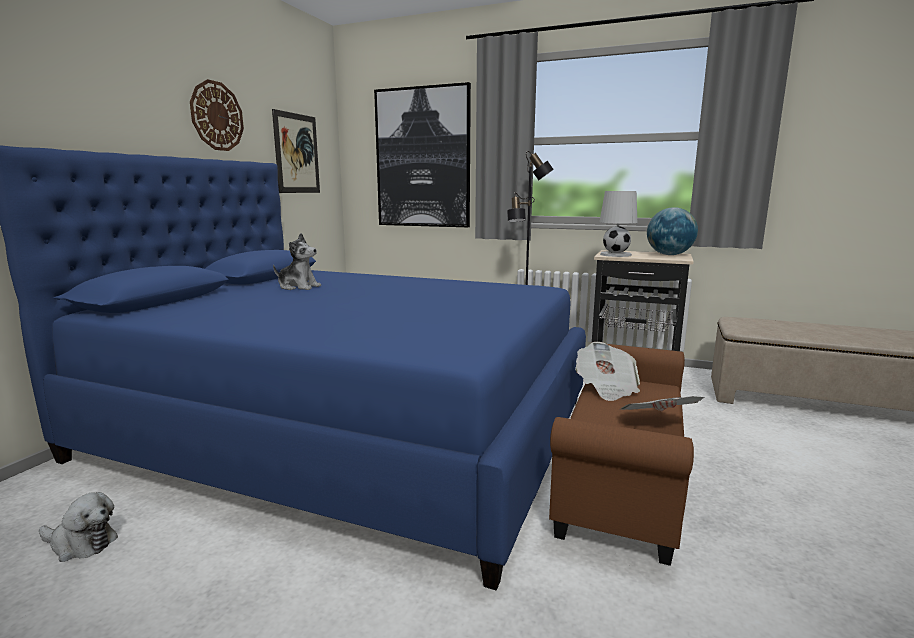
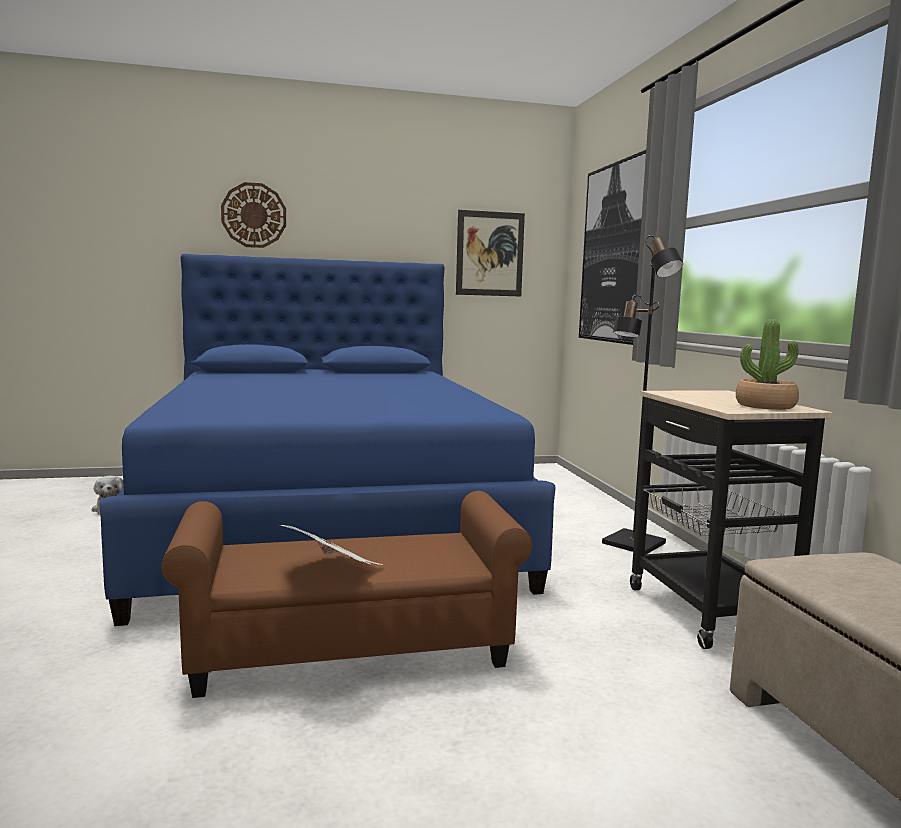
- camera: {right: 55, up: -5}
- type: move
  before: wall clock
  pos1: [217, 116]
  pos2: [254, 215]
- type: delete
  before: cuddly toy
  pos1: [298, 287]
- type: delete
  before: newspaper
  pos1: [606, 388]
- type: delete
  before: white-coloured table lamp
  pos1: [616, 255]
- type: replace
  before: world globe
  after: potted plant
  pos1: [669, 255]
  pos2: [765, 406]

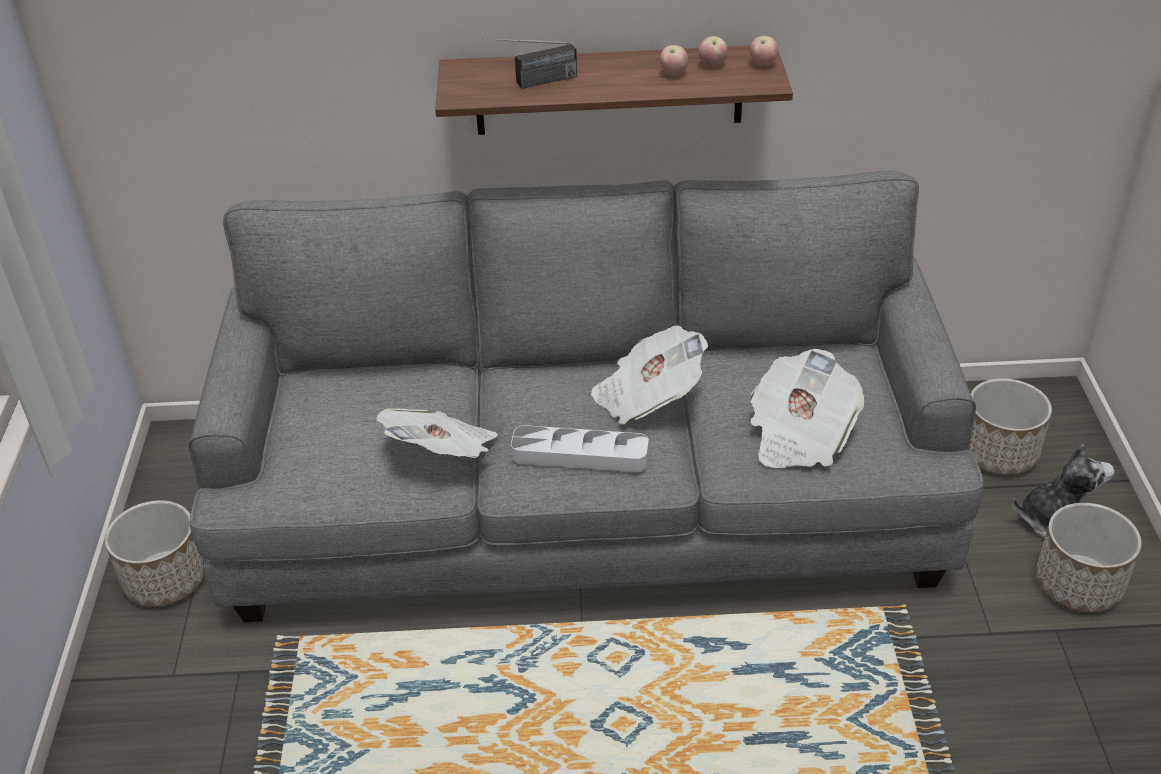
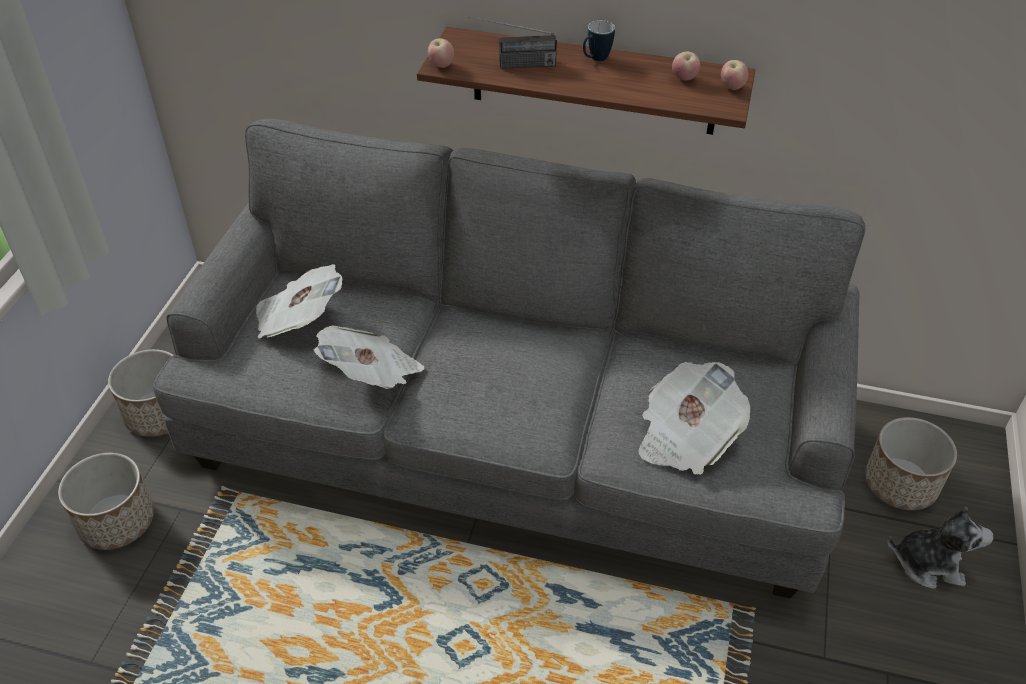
- camera: {right: 15, up: 5}
- type: delete
  before: greyish serving tray
  pos1: [580, 455]
- type: move
  before: newspaper
  pos1: [648, 397]
  pos2: [299, 319]
- type: move
  before: apple
  pos1: [673, 74]
  pos2: [441, 65]
- type: move
  before: planter
  pos1: [1079, 584]
  pos2: [117, 522]
- type: insert
  after: tea mug
  pos2: [595, 59]

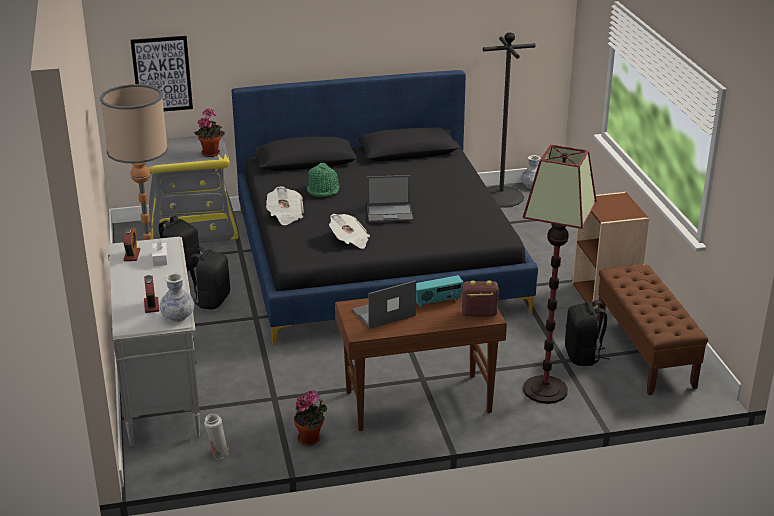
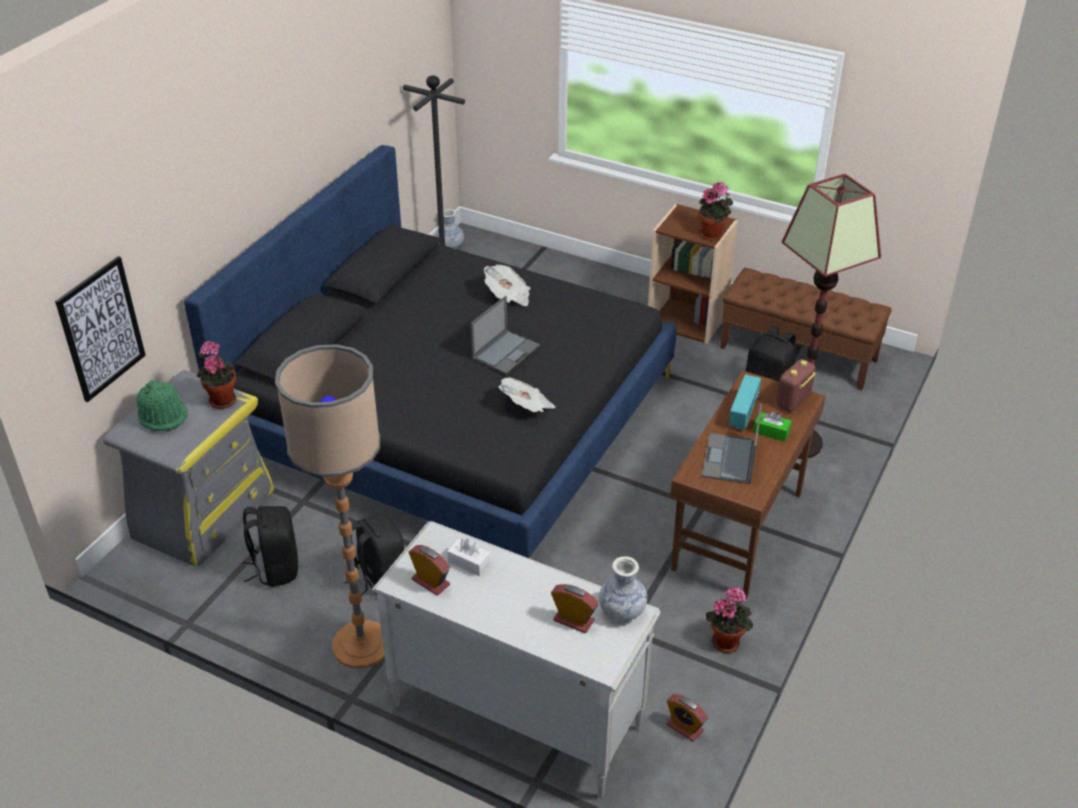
- camera: {right: -50, up: 10}
- type: replace
  before: white-coloured flower vase
  after: bedside clock
  pos1: [218, 453]
  pos2: [684, 727]
- type: move
  before: newspaper
  pos1: [285, 215]
  pos2: [508, 296]
- type: move
  before: green wearable hat
  pos1: [323, 190]
  pos2: [163, 416]
- type: insert
  after: potted plant
  pos2: [713, 234]
- type: insert
  after: green box of tissues
  pos2: [771, 432]

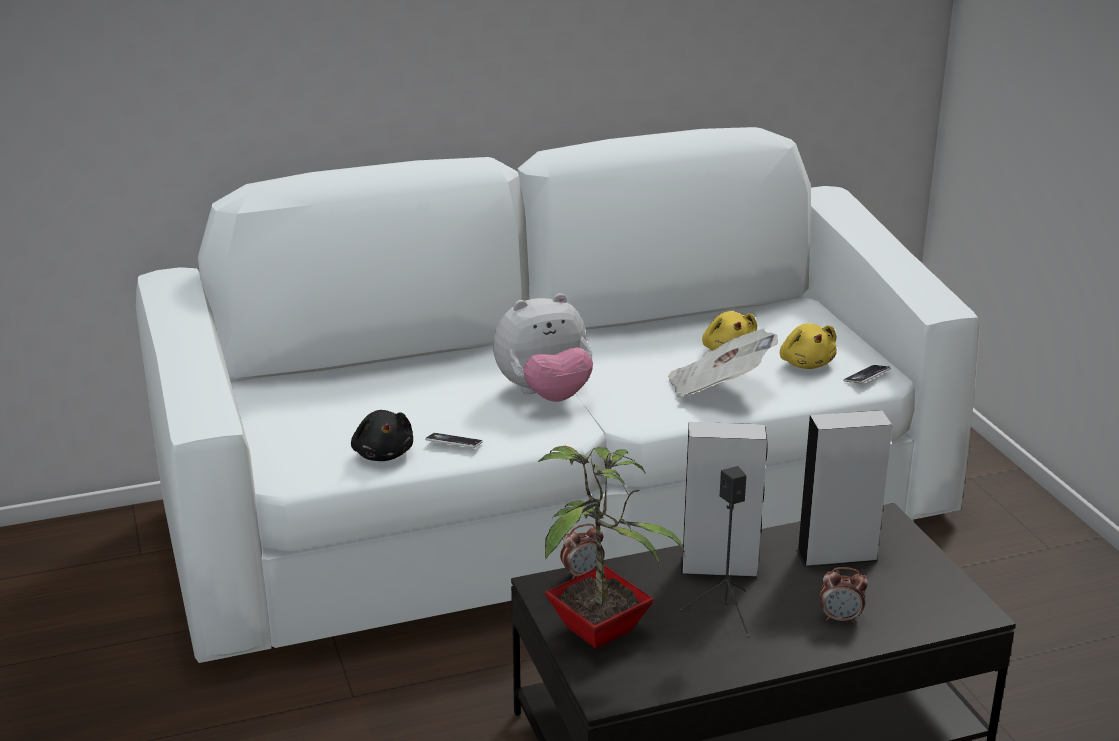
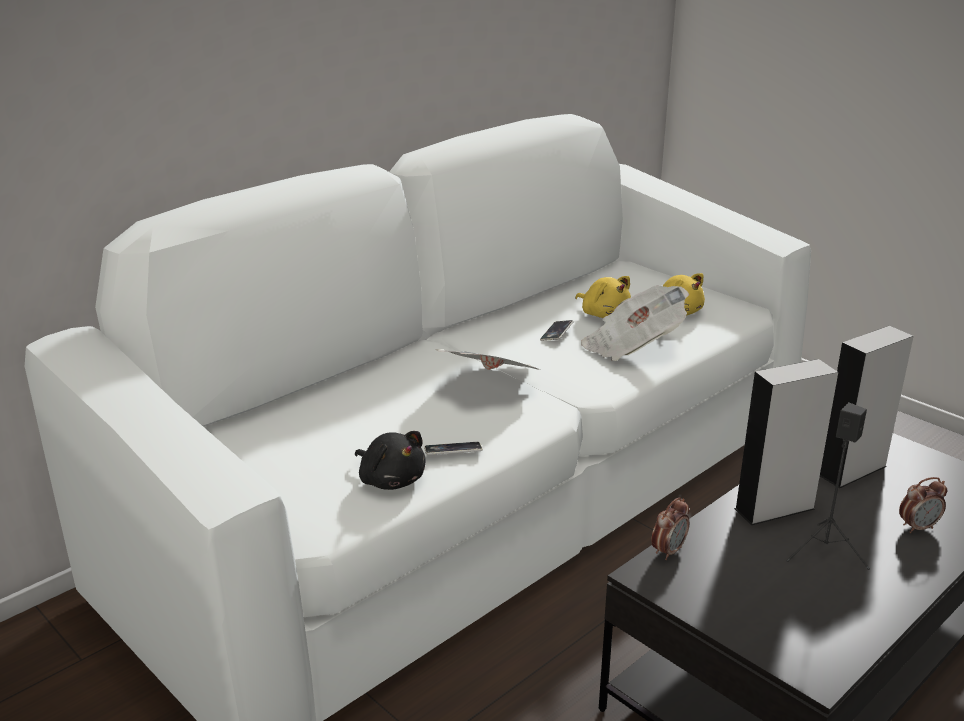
- camera: {right: -25, up: 0}
- type: replace
  before: cuddly toy
  after: newspaper
  pos1: [545, 395]
  pos2: [492, 385]
- type: delete
  before: potted plant
  pos1: [602, 628]
- type: move
  before: handset
  pos1: [866, 377]
  pos2: [556, 333]

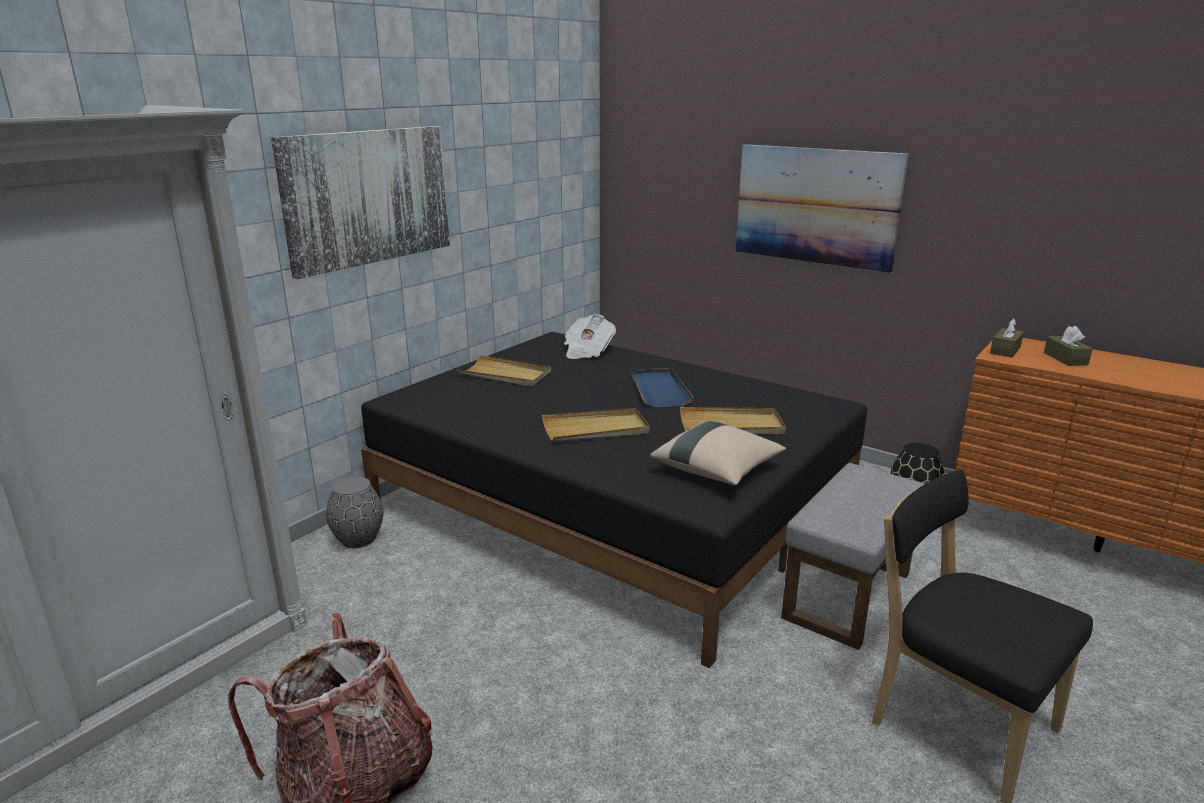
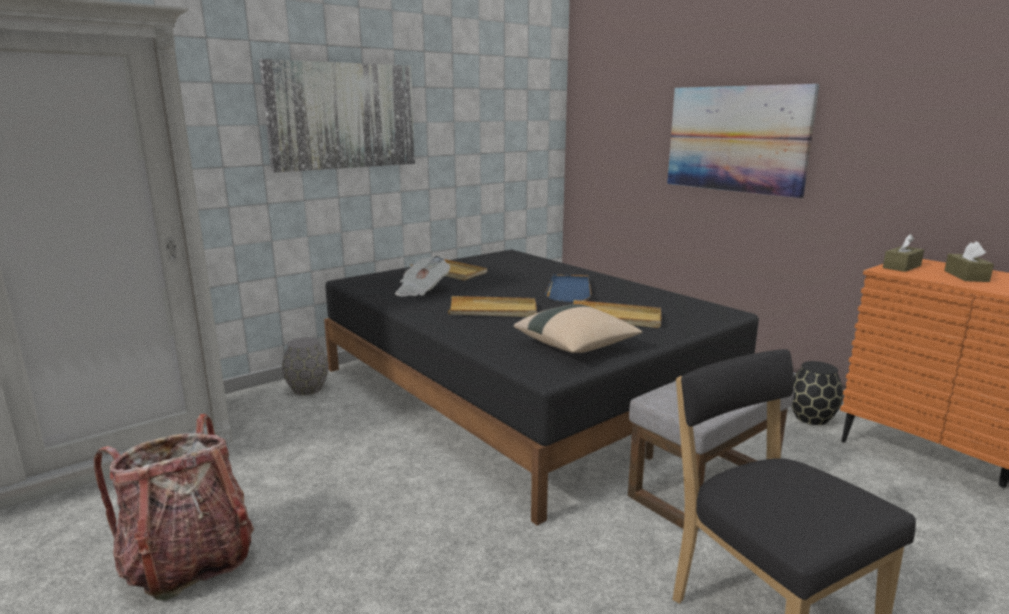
- camera: {right: 15, up: -5}
- type: move
  before: newspaper
  pos1: [587, 351]
  pos2: [422, 291]

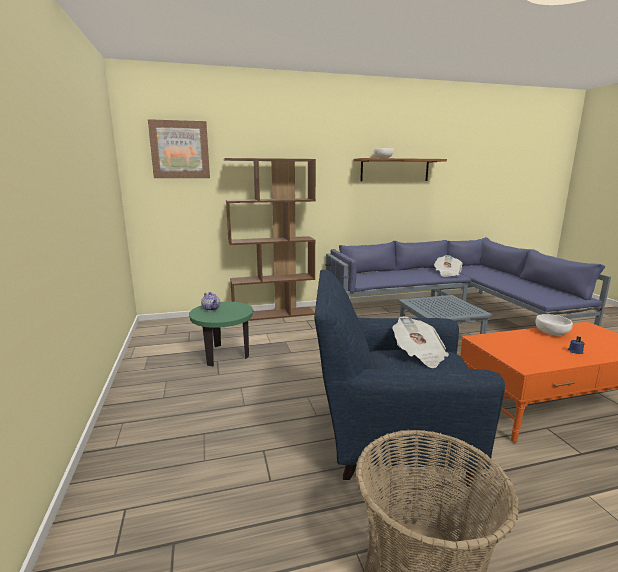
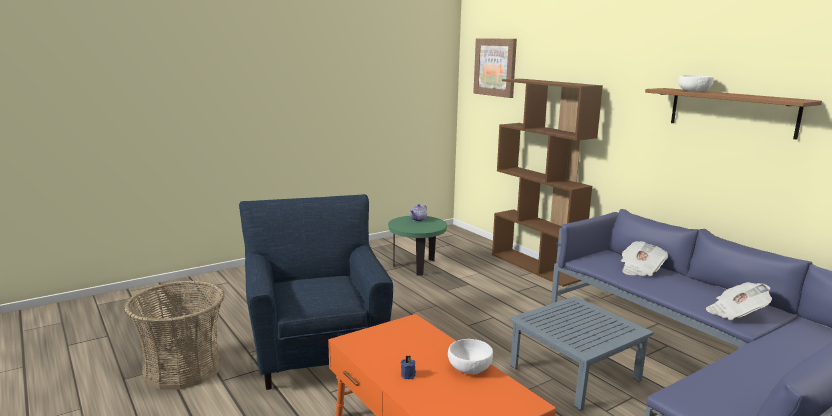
- camera: {right: 70, up: 0}
- type: move
  before: newspaper
  pos1: [419, 355]
  pos2: [640, 270]

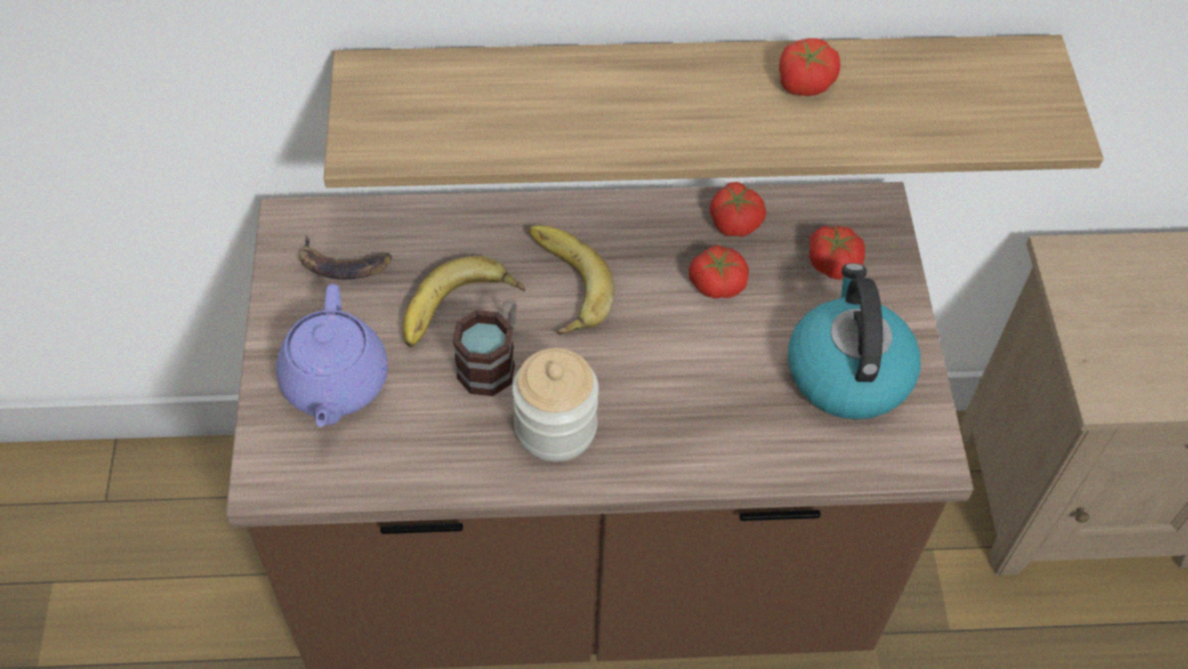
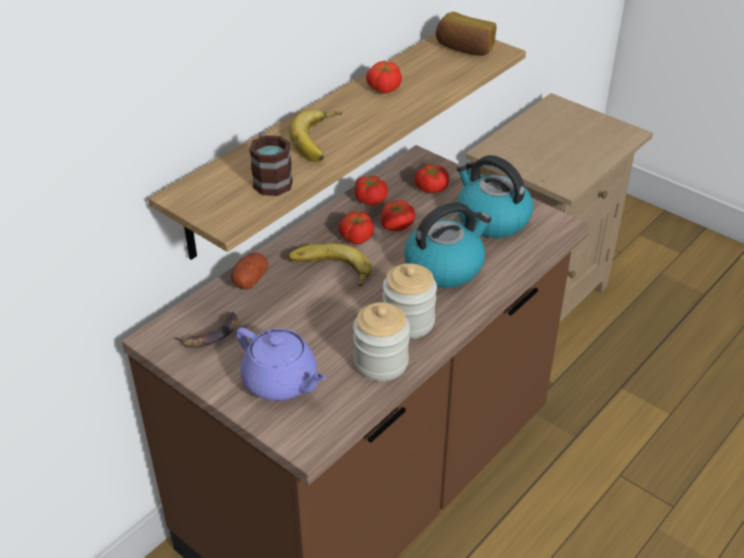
- camera: {right: -45, up: -15}
- type: move
  before: whole banana
  pos1: [460, 312]
  pos2: [321, 140]
- type: move
  before: tea mug
  pos1: [493, 361]
  pos2: [270, 179]
- type: insert
  after: whole potato
  pos2: [250, 279]
- type: insert
  after: whole tomato
  pos2: [356, 237]
- type: insert
  after: preserve jar
  pos2: [381, 362]
- type: insert
  after: water kettle
  pos2: [445, 266]
- type: insert
  after: bakery bread
  pos2: [464, 48]

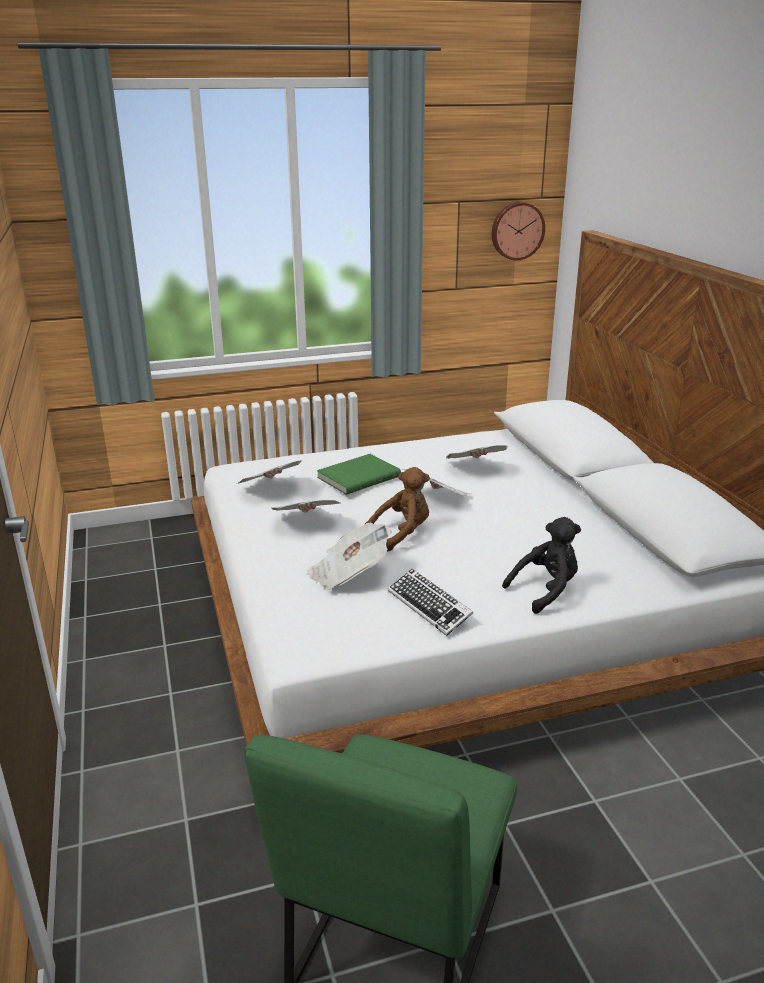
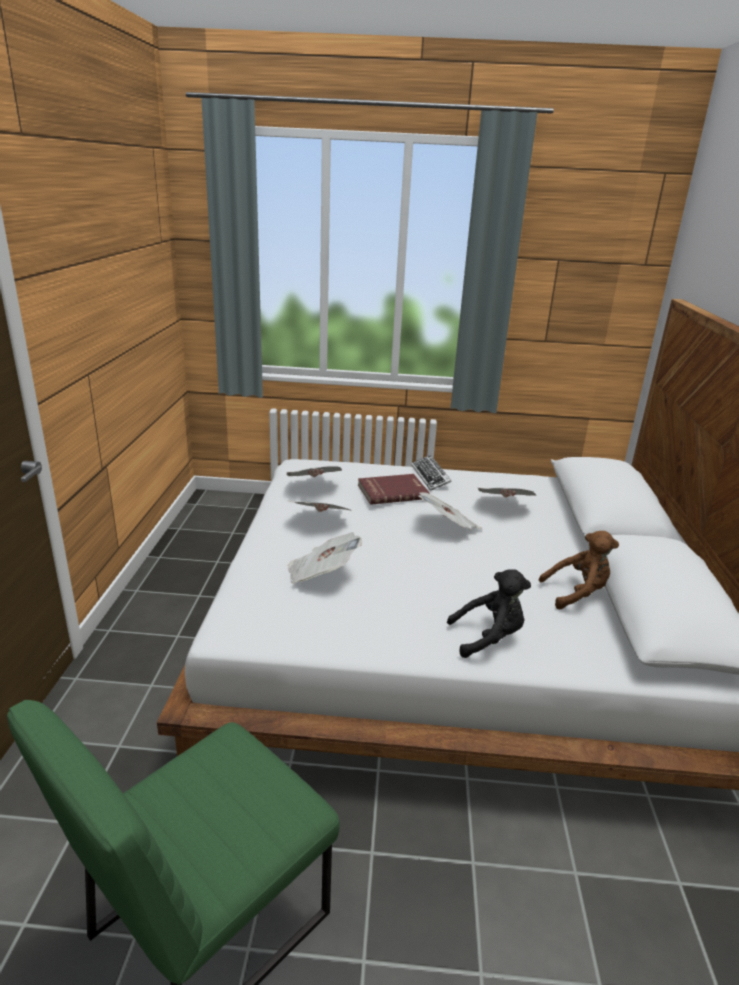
- camera: {right: 20, up: 0}
- type: recolor
  before: green bound book
  after: reddish bound book
  pos1: [358, 476]
  pos2: [392, 491]
- type: move
  before: brown-coloured cuddly toy
  pos1: [402, 533]
  pos2: [577, 593]
- type: move
  before: computer keyboard
  pos1: [429, 606]
  pos2: [430, 476]
- type: delete
  before: wall clock
  pos1: [517, 230]

